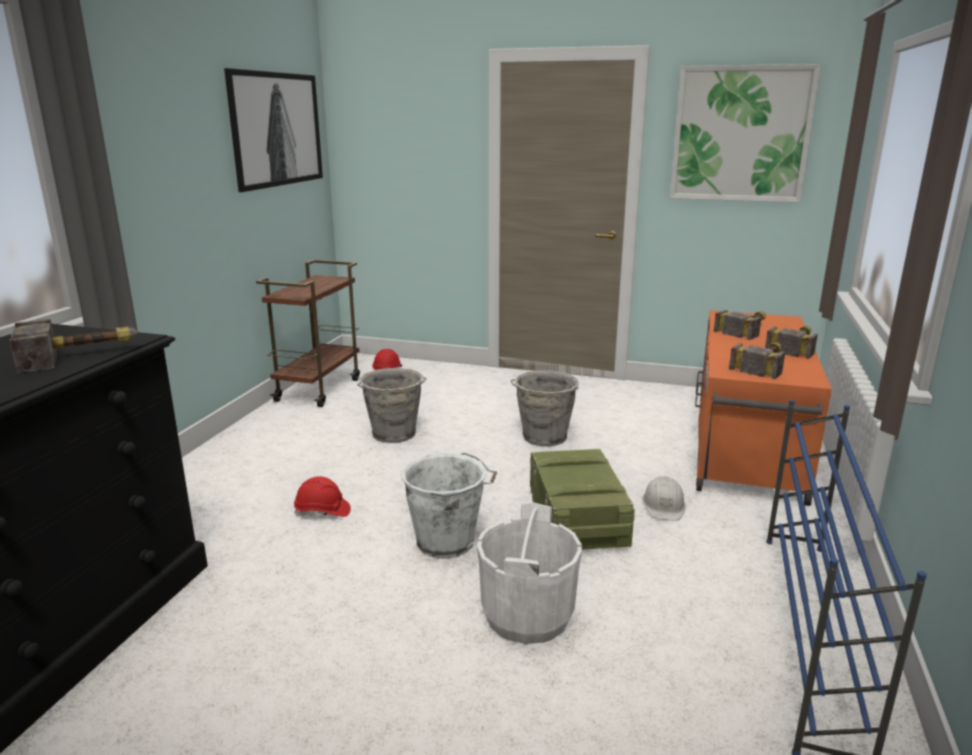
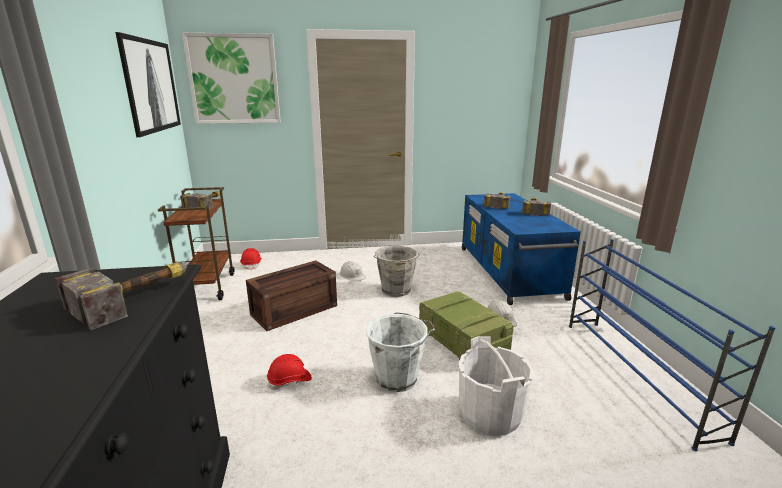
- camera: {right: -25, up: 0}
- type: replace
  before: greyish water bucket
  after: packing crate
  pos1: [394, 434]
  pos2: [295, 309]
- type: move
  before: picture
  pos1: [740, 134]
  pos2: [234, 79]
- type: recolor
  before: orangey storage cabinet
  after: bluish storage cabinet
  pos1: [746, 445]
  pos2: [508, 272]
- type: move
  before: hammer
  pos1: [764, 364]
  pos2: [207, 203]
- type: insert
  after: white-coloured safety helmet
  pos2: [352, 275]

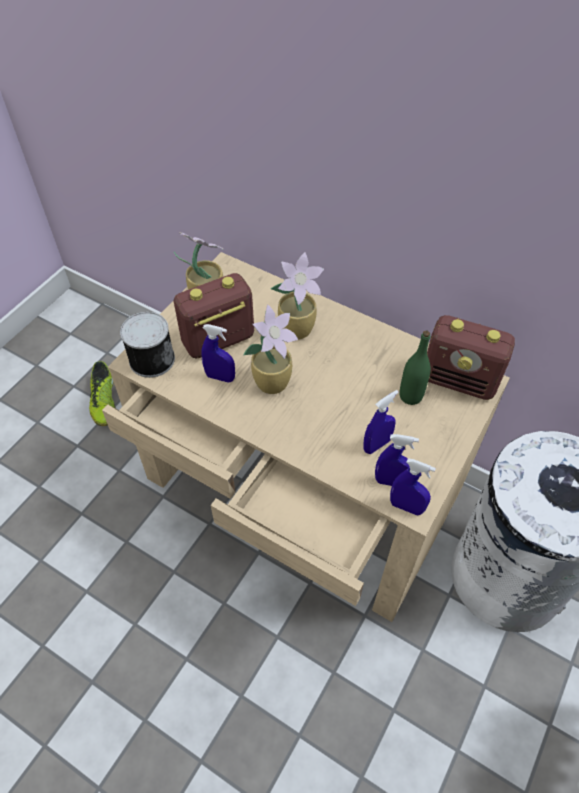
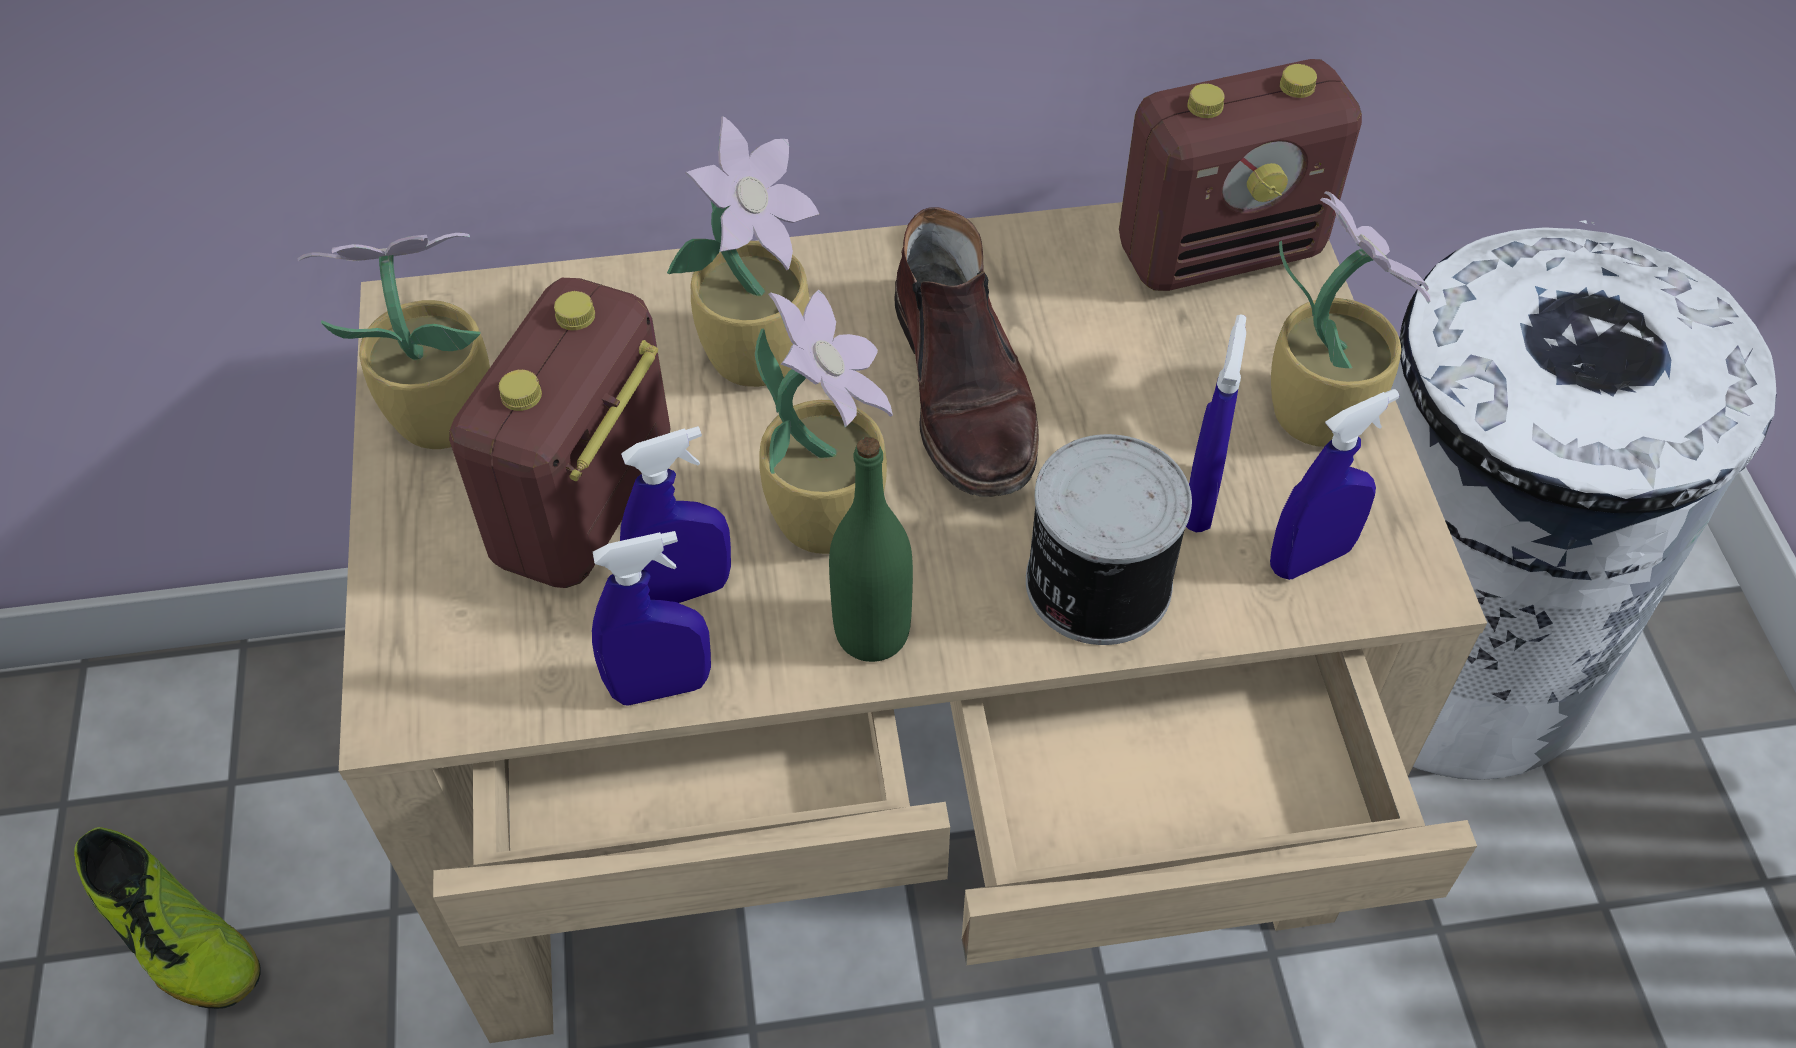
- camera: {right: -40, up: 0}
- type: move
  before: can
  pos1: [151, 359]
  pos2: [1094, 583]
- type: move
  before: bluish spray bottle
  pos1: [406, 507]
  pos2: [661, 687]
- type: move
  before: green bottle
  pos1: [410, 396]
  pos2: [872, 633]
- type: insert
  after: brown-coloured tall boot
  pos2: [965, 392]
- type: insert
  after: potted plant
  pos2: [1317, 410]

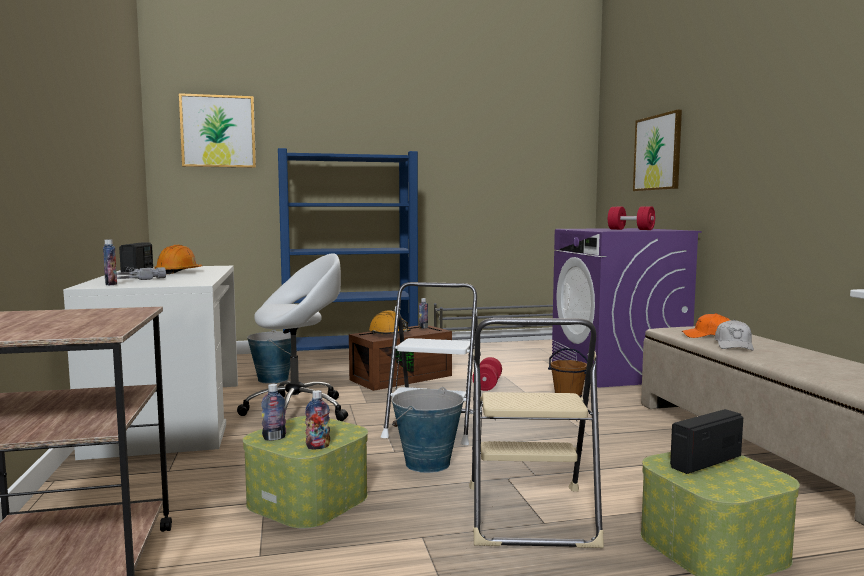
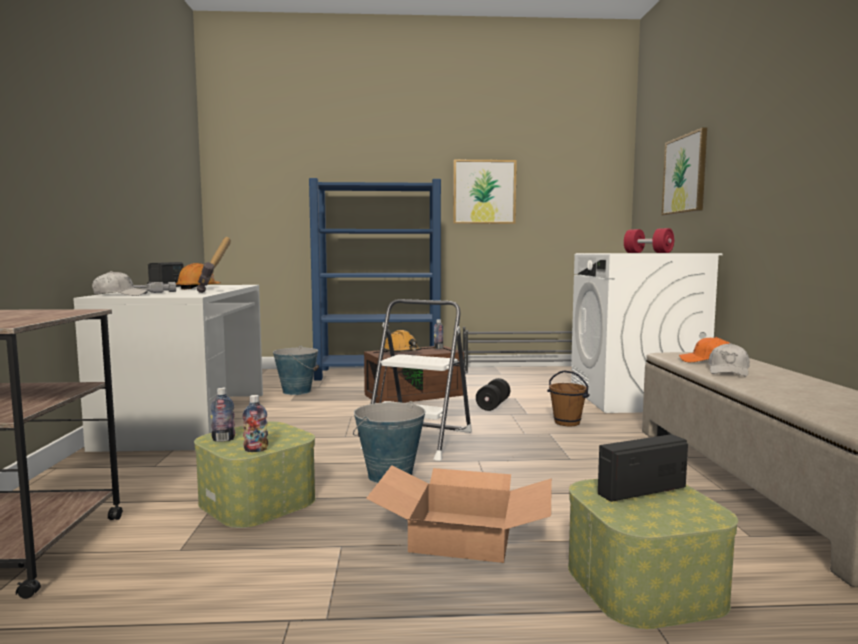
- camera: {right: 10, up: 0}
- type: replace
  before: bottle
  after: white-coloured cap
  pos1: [111, 284]
  pos2: [120, 295]
- type: move
  before: picture
  pos1: [218, 131]
  pos2: [484, 192]
- type: delete
  before: white-coloured office chair
  pos1: [299, 411]
- type: replace
  before: beige-coloured step ladder
  after: cardboard box
  pos1: [529, 517]
  pos2: [460, 536]
- type: recolor
  before: reddish dumbbell
  after: black dumbbell
  pos1: [487, 385]
  pos2: [493, 405]
- type: recolor
  before: purple laundry machine
  after: white-coloured laundry machine
  pos1: [617, 371]
  pos2: [634, 398]
- type: insert
  after: hammer
  pos2: [218, 291]

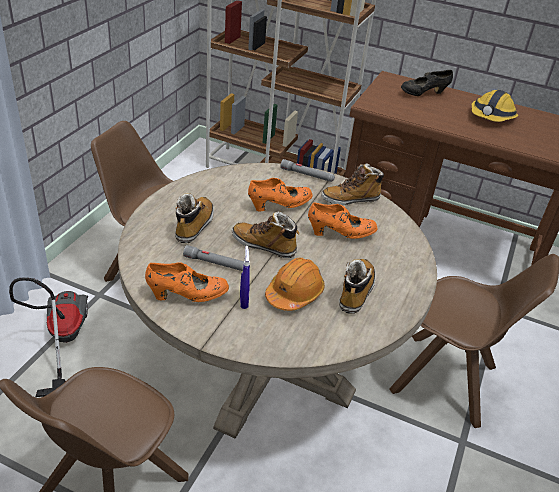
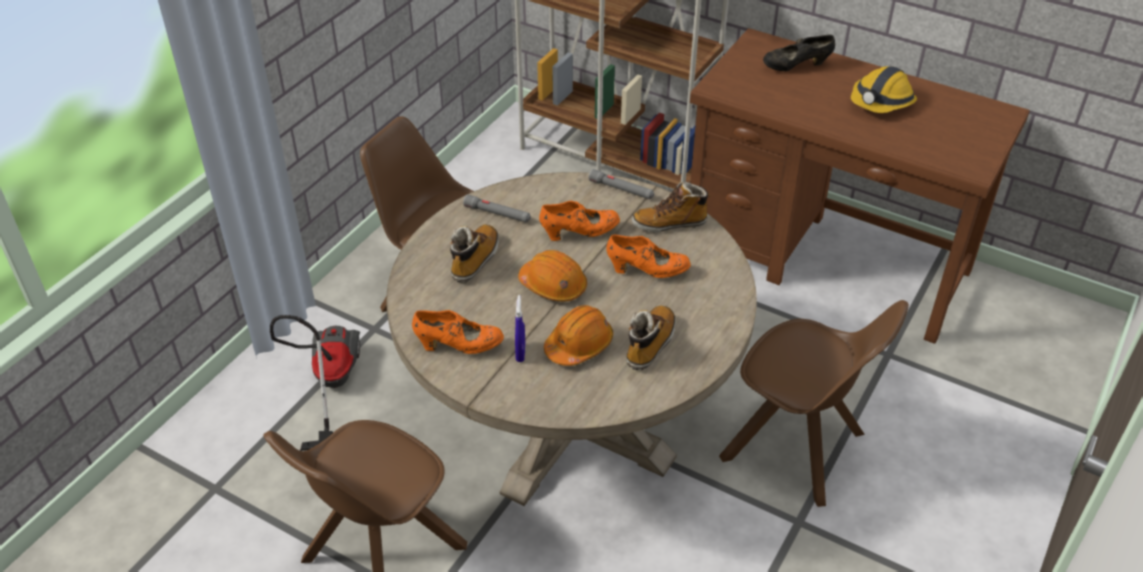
- camera: {right: 10, up: 5}
- type: move
  before: greyish hand torch
  pos1: [216, 263]
  pos2: [497, 214]
- type: replace
  before: tall boot
  after: orangey safety helmet
  pos1: [264, 245]
  pos2: [553, 285]

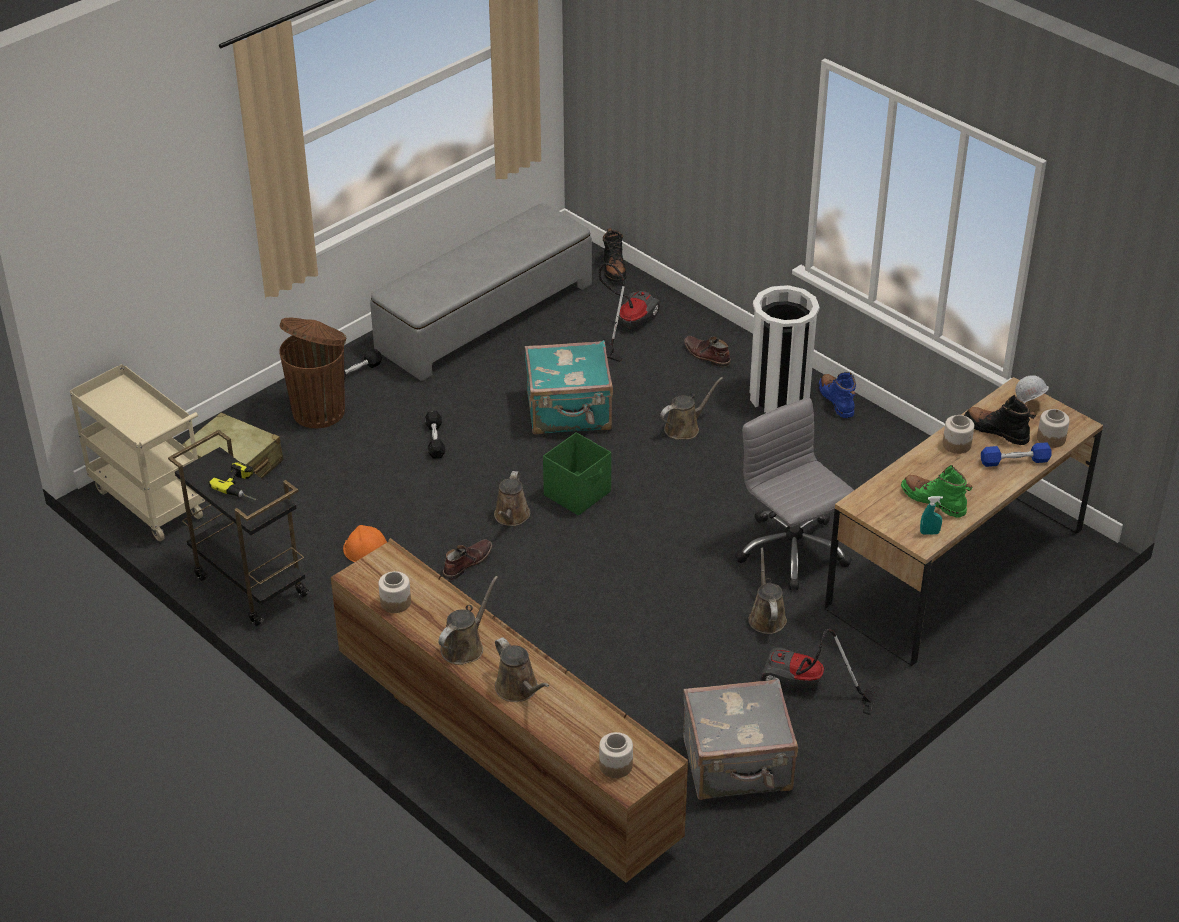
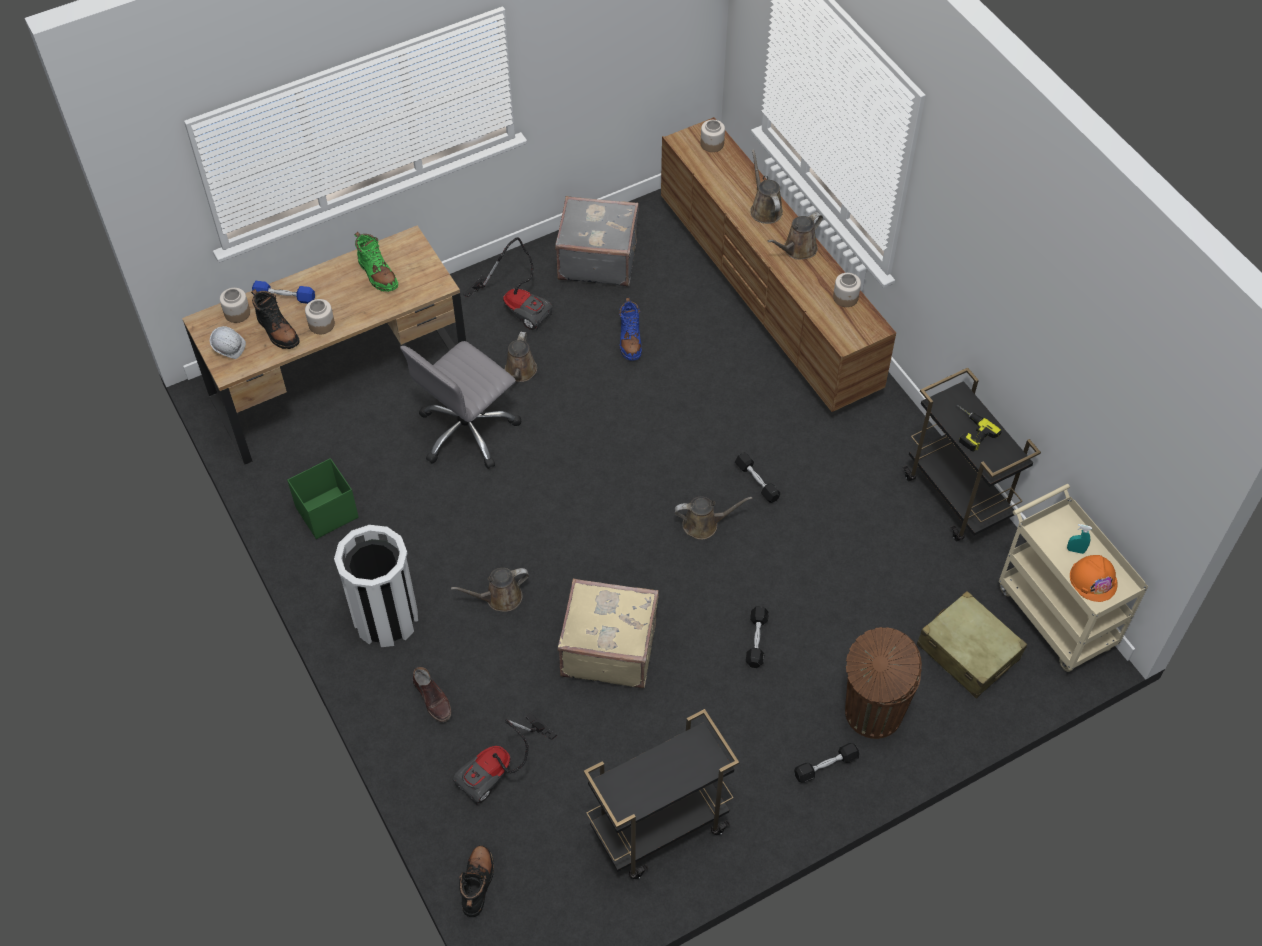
- camera: {right: -165, up: 15}
- type: move
  before: orangey safety helmet
  pos1: [365, 549]
  pos2: [1093, 580]
- type: replace
  before: greyish bench
  after: black trolley
  pos1: [485, 315]
  pos2: [658, 831]
- type: replace
  before: brown-coloured tall boot
  after: black dumbbell
  pos1: [467, 563]
  pos2: [757, 481]
- type: rotate
  before: brown-coloured watering can
  pos1: [511, 517]
  pos2: [704, 524]
  turn: 60
- type: recolor
  before: turquoise suitcase
  after: beige-coloured suitcase
  pos1: [569, 412]
  pos2: [608, 647]
- type: move
  before: green storage container
  pos1: [578, 493]
  pos2: [326, 513]
- type: rotate
  before: greyish office chair
  pos1: [791, 550]
  pos2: [467, 431]
  turn: 60
- type: move
  before: bluish tall boot
  pos1: [837, 400]
  pos2: [630, 340]
- type: move
  before: turquoise spray bottle
  pos1: [929, 533]
  pos2: [1075, 550]

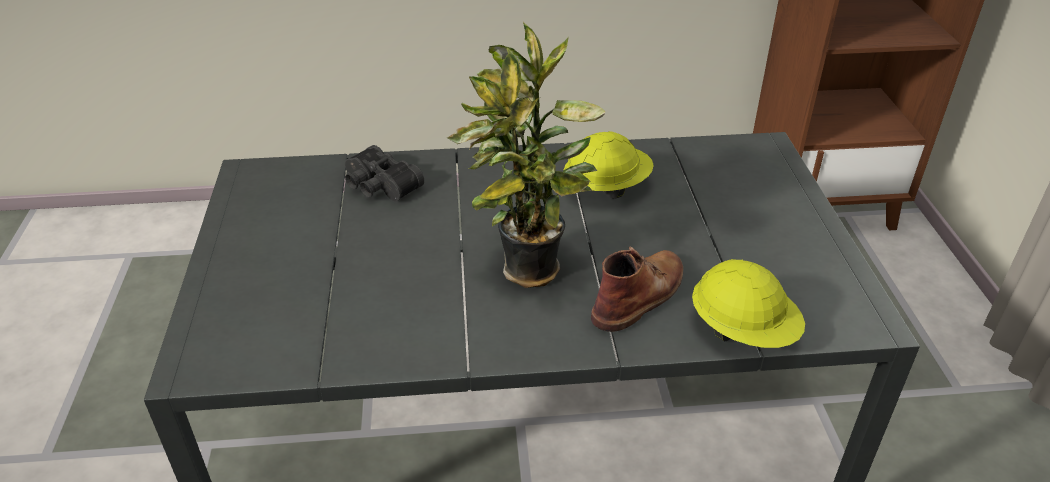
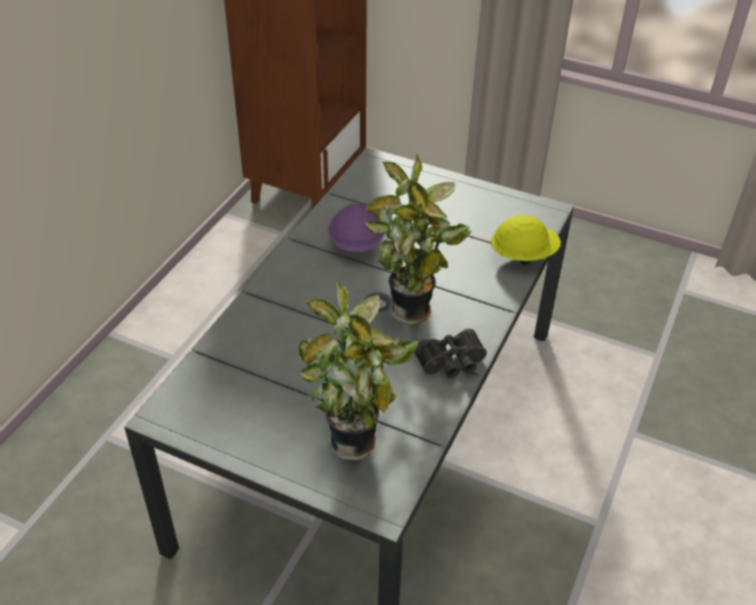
- camera: {right: -60, up: 5}
- type: move
  before: black pair of binoculars
  pos1: [379, 186]
  pos2: [452, 363]
- type: recolor
  before: yellowish safety helmet
  after: purple safety helmet
  pos1: [606, 187]
  pos2: [356, 243]
- type: delete
  before: brown-coloured tall boot
  pos1: [640, 294]
- type: insert
  after: potted plant
  pos2: [358, 445]

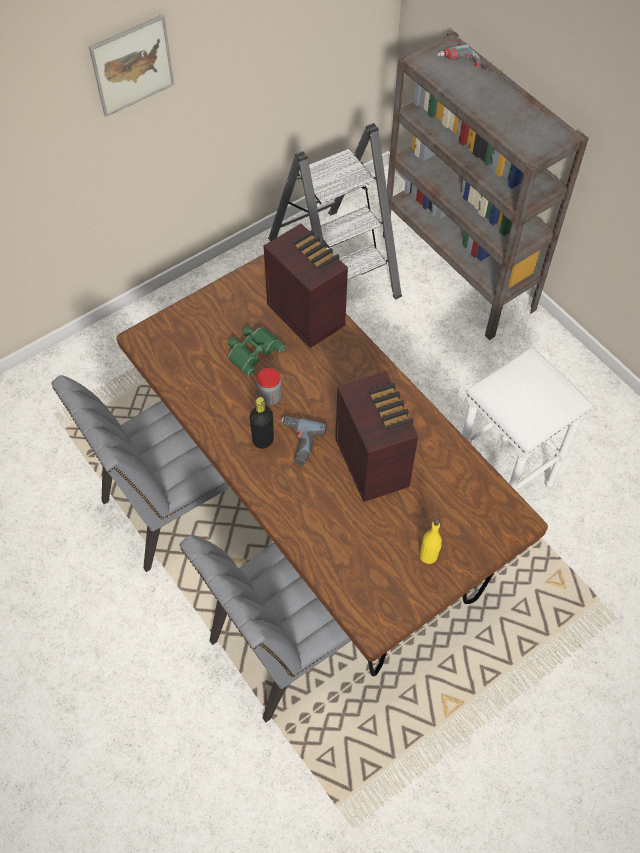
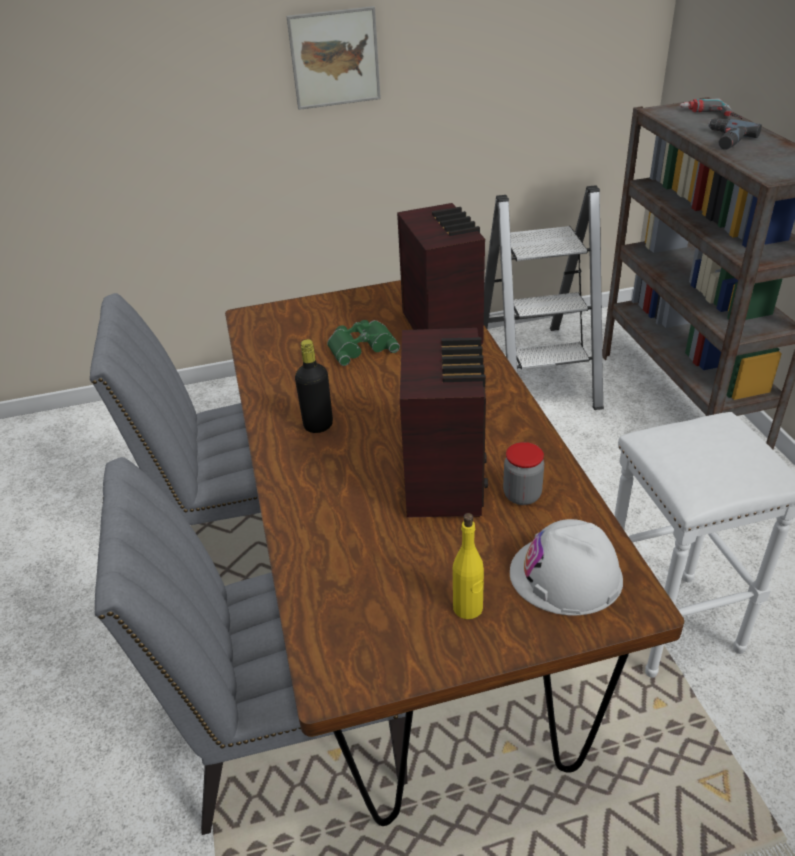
- camera: {right: 25, up: -20}
- type: move
  before: preserve jar
  pos1: [269, 397]
  pos2: [522, 495]
- type: move
  before: drill
  pos1: [298, 442]
  pos2: [724, 140]
- type: insert
  after: white-coloured safety helmet
  pos2: [566, 575]

